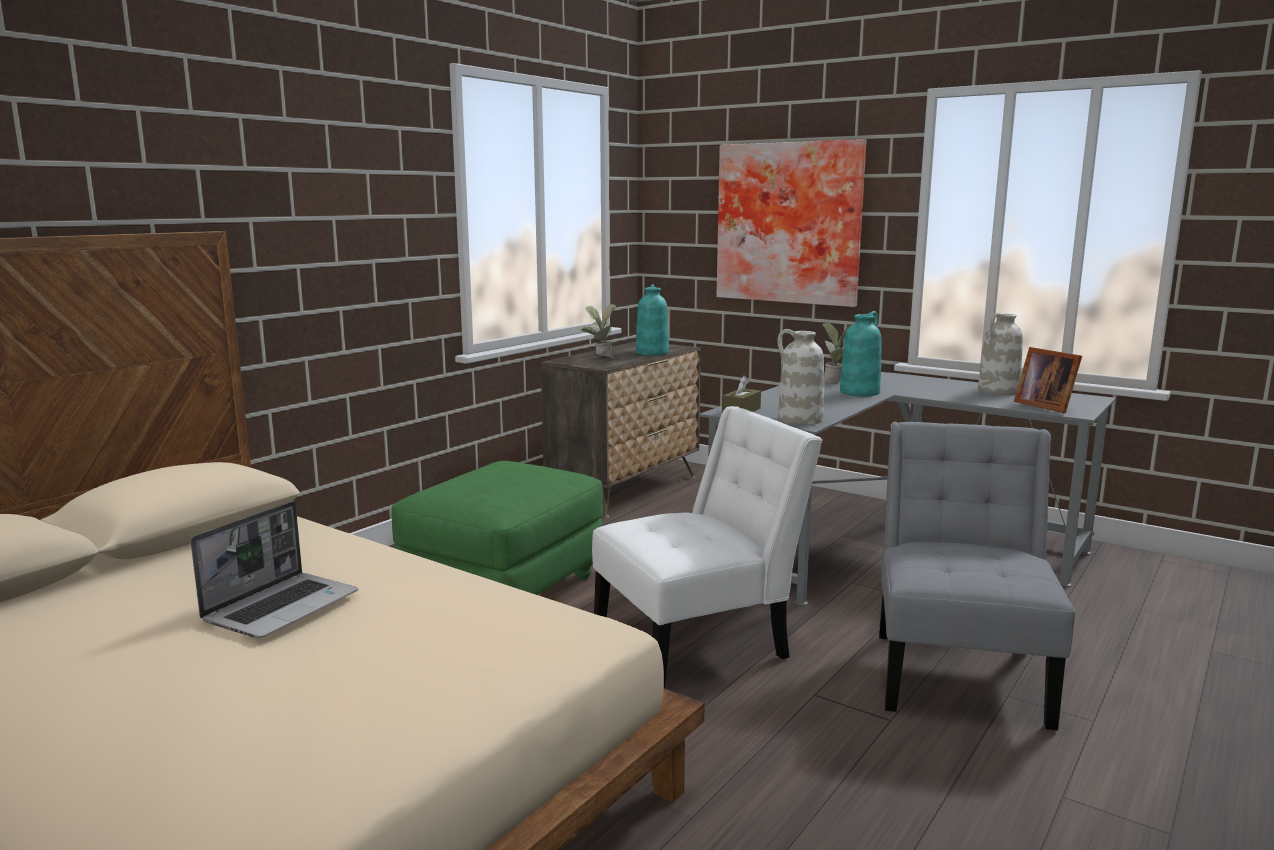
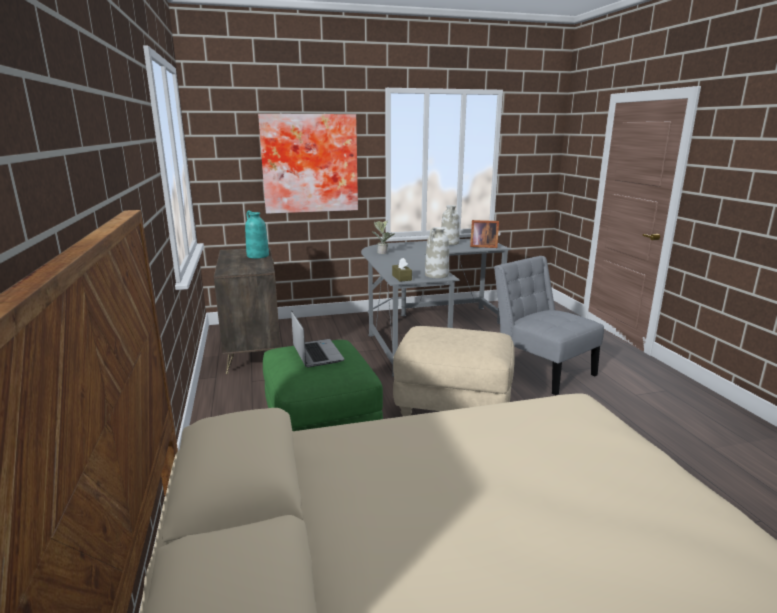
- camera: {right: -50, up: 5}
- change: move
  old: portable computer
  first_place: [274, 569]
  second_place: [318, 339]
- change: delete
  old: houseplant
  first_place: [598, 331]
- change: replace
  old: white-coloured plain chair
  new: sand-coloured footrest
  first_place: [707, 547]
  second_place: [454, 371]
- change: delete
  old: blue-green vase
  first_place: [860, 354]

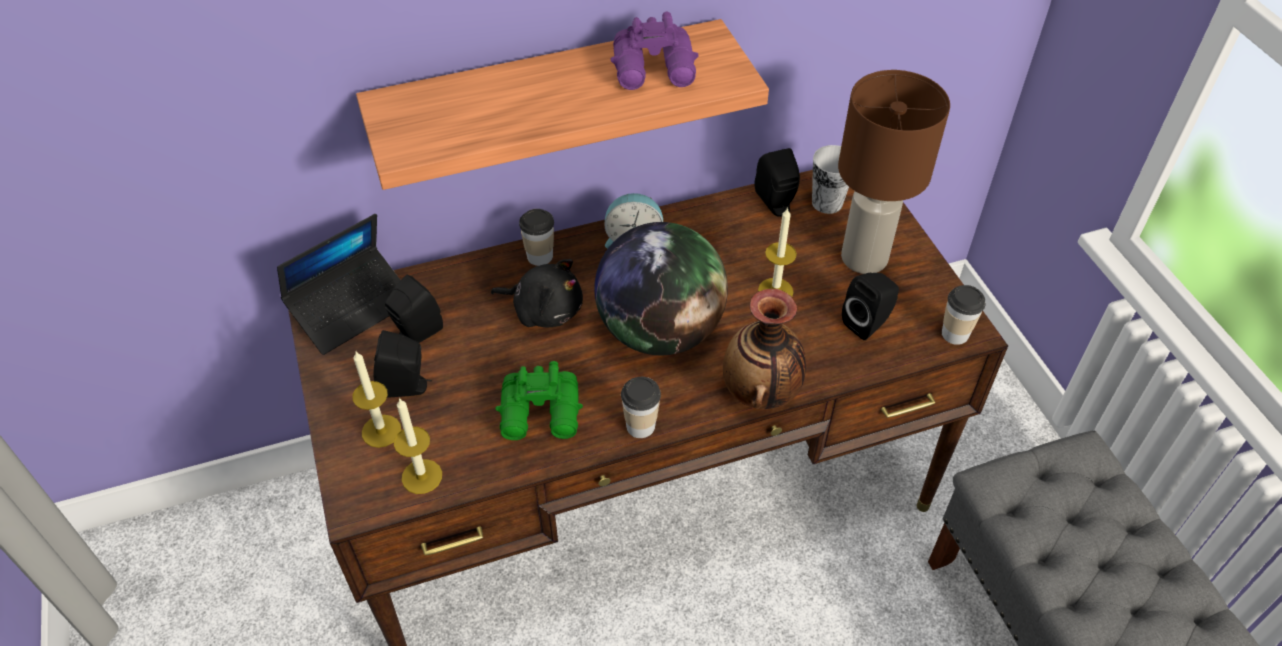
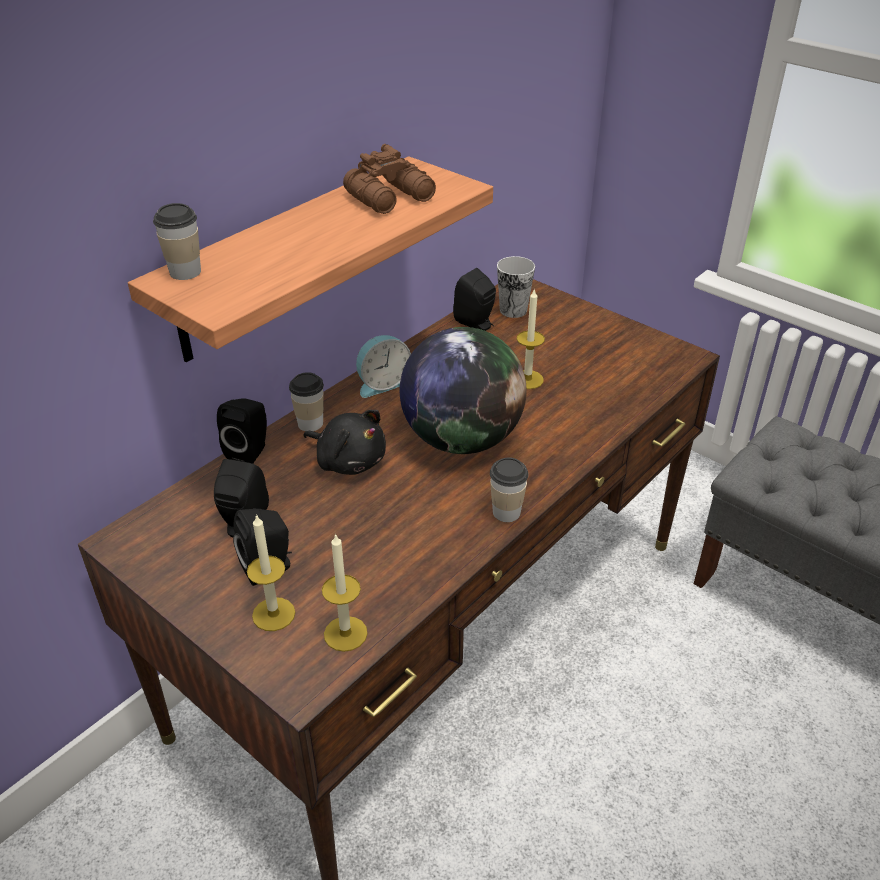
- camera: {right: -30, up: -10}
- change: delete
  old: portable computer
  first_place: [339, 284]
- change: rotate
  old: black-coloured soft toy
  first_place: [537, 293]
  second_place: [345, 442]
  degrees: 45
- change: delete
  old: greenish pair of binoculars
  first_place: [539, 400]
- change: recolor
  old: purple pair of binoculars
  new: brownish pair of binoculars
  first_place: [655, 51]
  second_place: [389, 179]
- change: delete
  old: vase
  first_place: [764, 349]
- change: delete
  old: brownish table lamp
  first_place: [894, 172]
- change: move
  old: black-coloured loudspeaker
  first_place: [870, 306]
  second_place: [242, 431]
- change: move
  old: cup
  first_place: [963, 315]
  second_place: [177, 241]

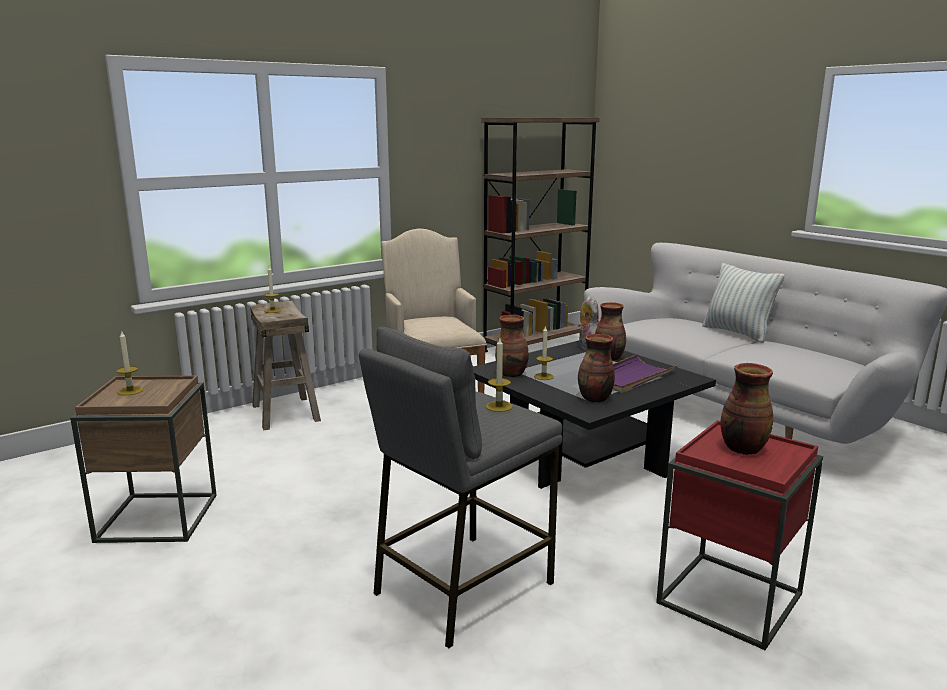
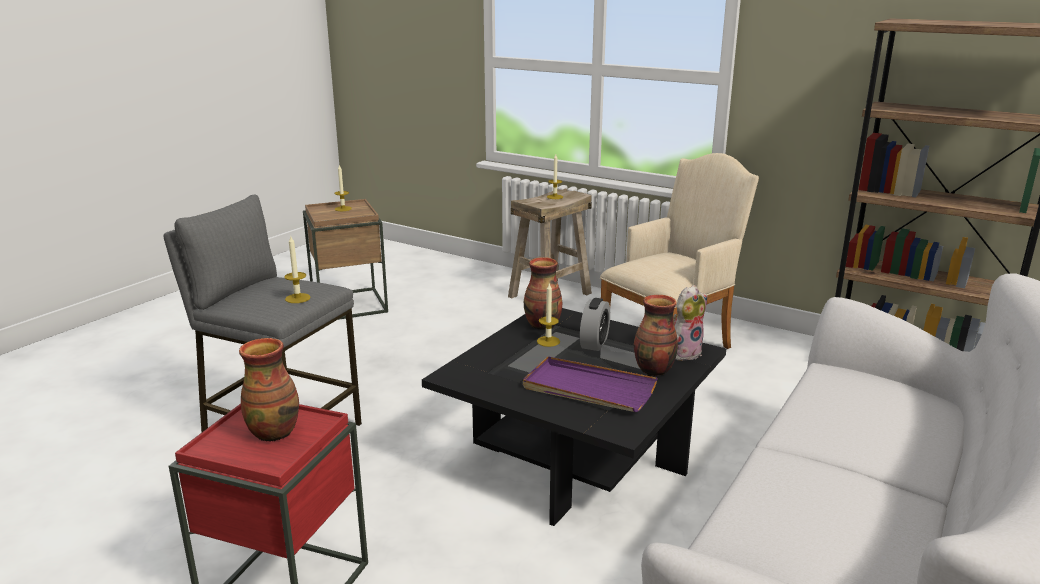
- camera: {right: 70, up: 5}
- change: delete
  old: vase
  first_place: [596, 368]
- change: delete
  old: pillow
  first_place: [743, 303]
- change: insert
  new: alarm clock
  second_place: [595, 324]

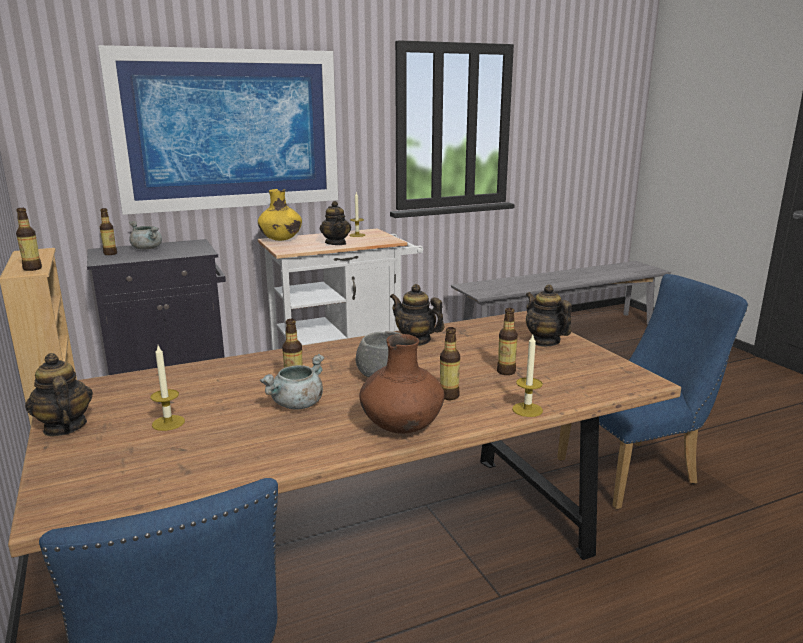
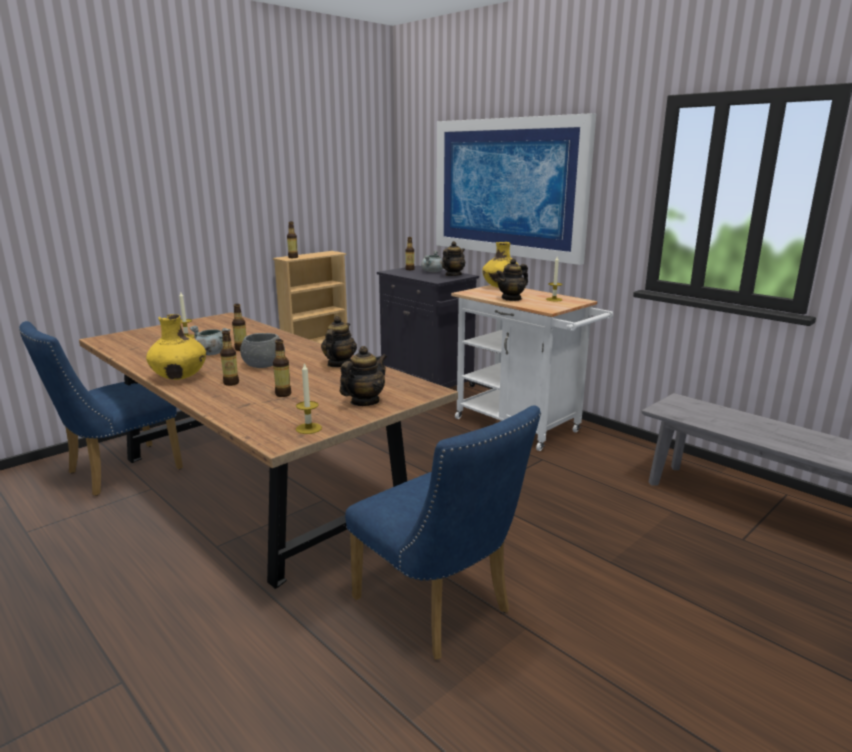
- camera: {right: 70, up: 0}
- change: move
  old: tea pot
  first_place: [59, 394]
  second_place: [453, 258]
- change: recolor
  old: brownish vase
  new: yellowish vase
  first_place: [401, 384]
  second_place: [176, 347]
- change: move
  old: candle
  first_place: [527, 376]
  second_place: [309, 398]

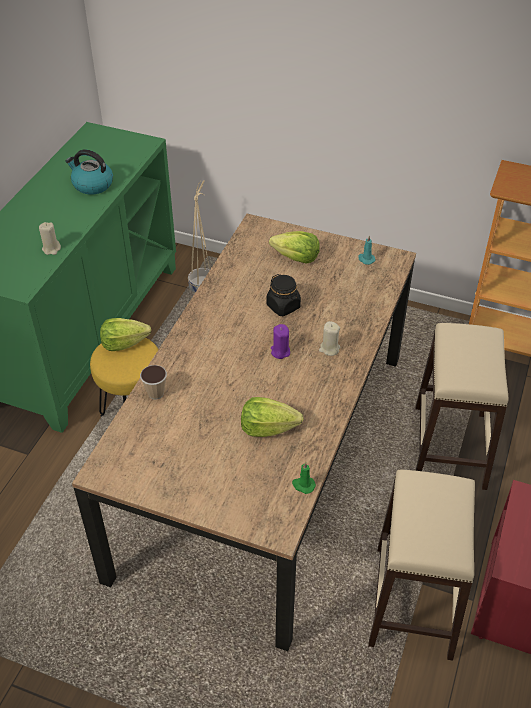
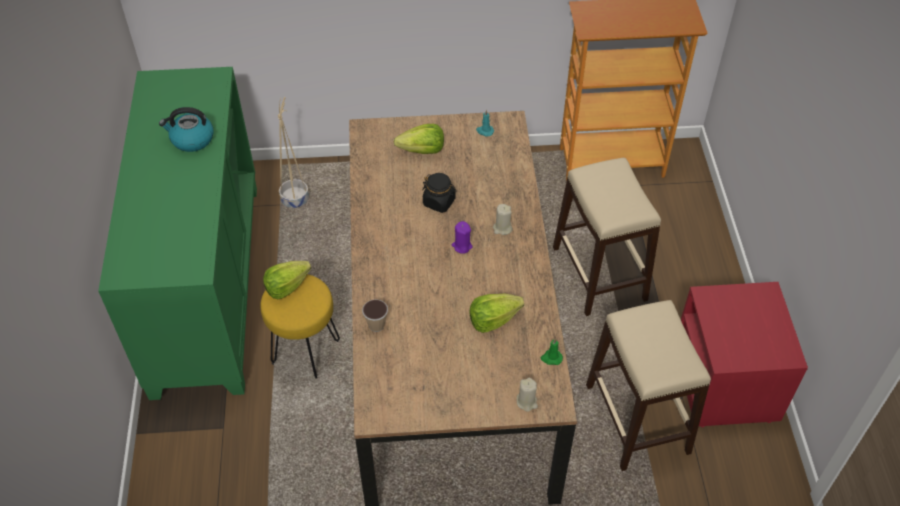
- camera: {right: -25, up: 5}
- change: move
  old: sand-coloured candle
  first_place: [50, 238]
  second_place: [527, 395]

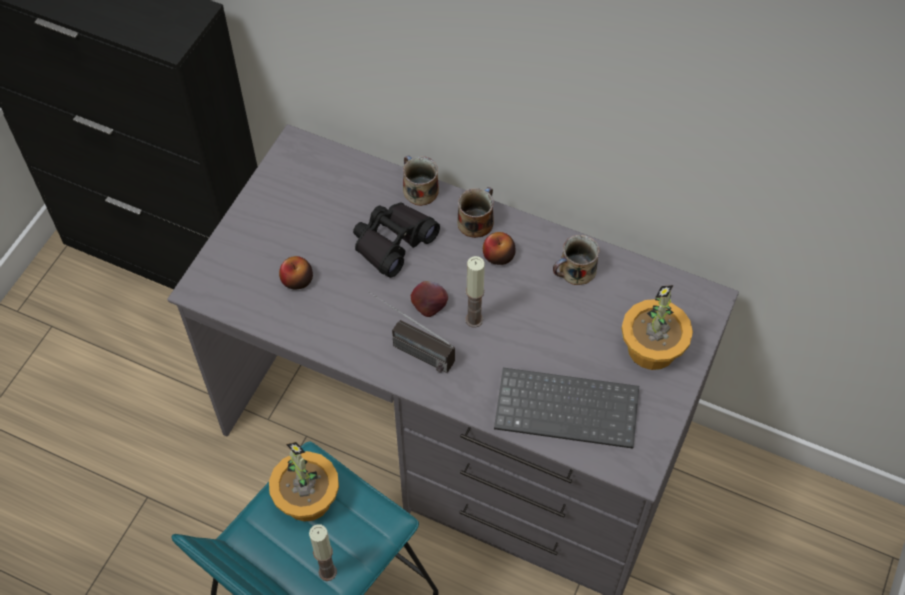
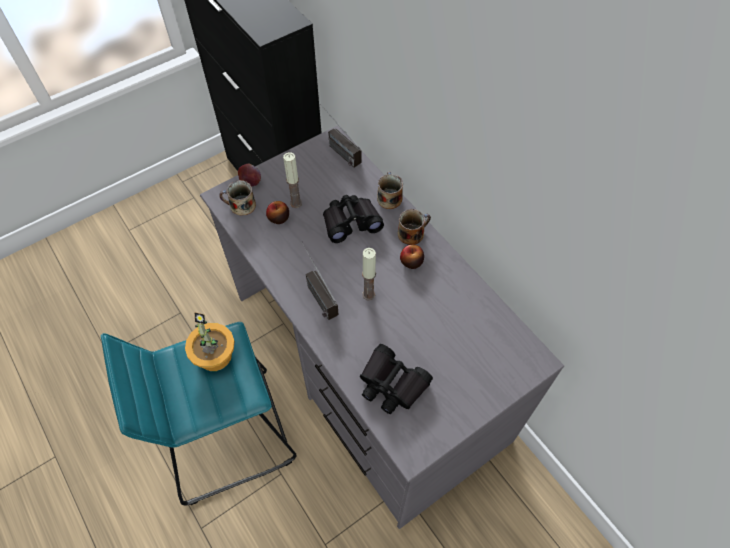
- camera: {right: 30, up: 0}
- change: move
  old: candle
  first_place: [323, 552]
  second_place: [292, 180]
- change: move
  old: whole apple
  first_place: [429, 299]
  second_place: [249, 175]
- change: replace
  old: computer keyboard
  new: black-coloured pair of binoculars
  first_place: [566, 408]
  second_place: [396, 379]
- change: move
  old: tea mug
  first_place: [576, 260]
  second_place: [238, 198]
- change: delete
  old: houseplant
  first_place: [657, 327]
- change: insert
  new: radio receiver
  second_place: [341, 135]

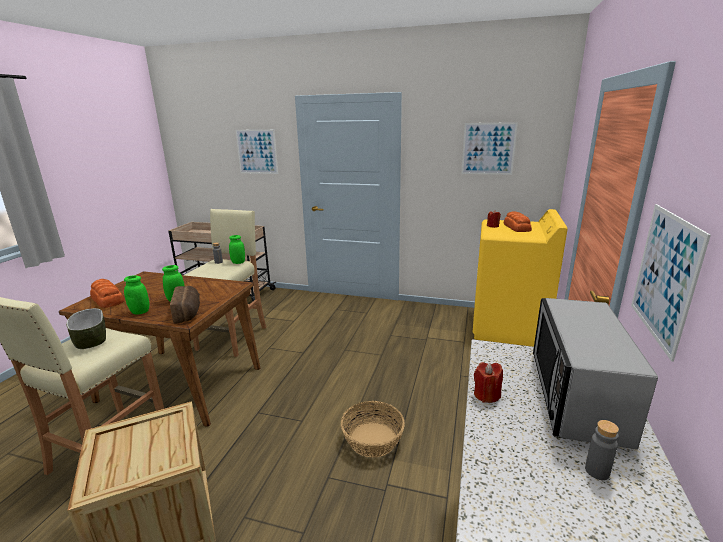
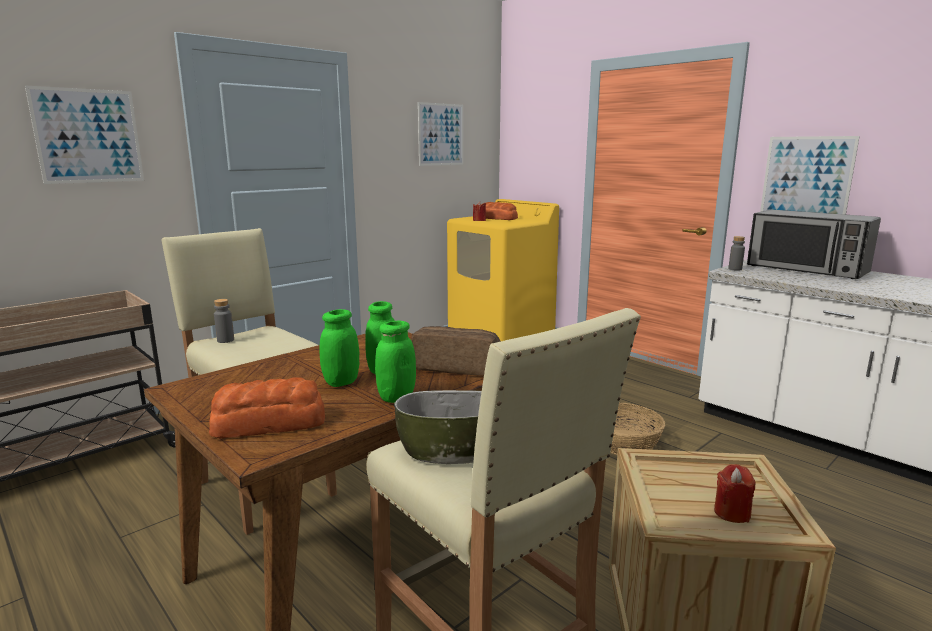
- camera: {right: -60, up: -5}
- change: move
  old: greenish jar
  first_place: [237, 249]
  second_place: [339, 348]
- change: move
  old: red candle
  first_place: [488, 382]
  second_place: [734, 493]
- change: move
  old: gray bottle
  first_place: [602, 450]
  second_place: [736, 253]

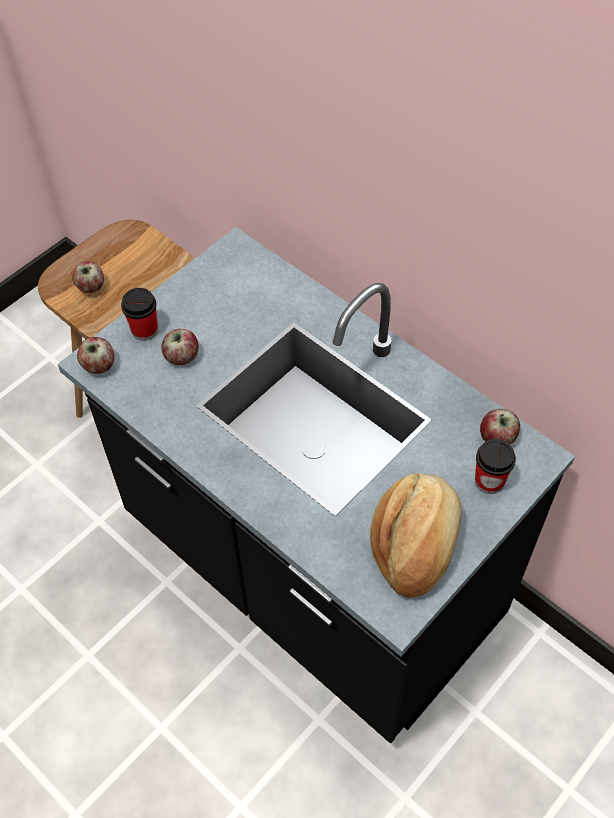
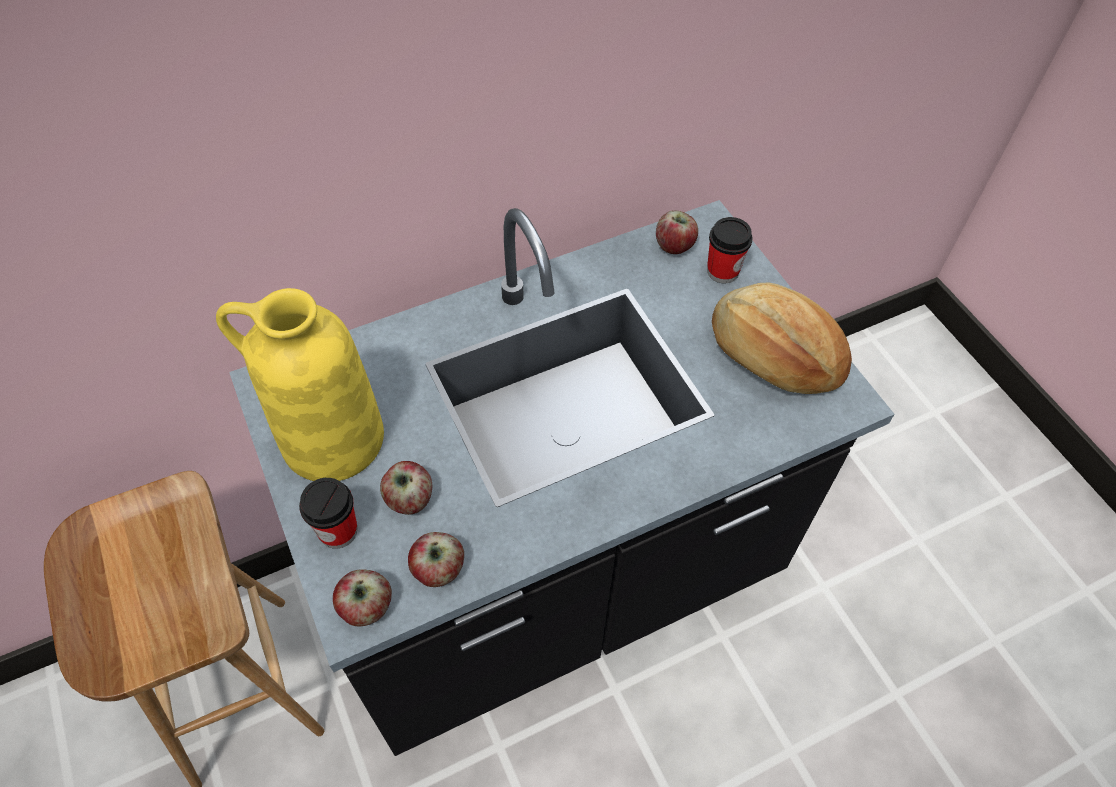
- camera: {right: -70, up: 0}
- change: move
  old: whole apple
  first_place: [88, 277]
  second_place: [436, 559]
- change: insert
  new: yellowish vase
  second_place: [300, 384]

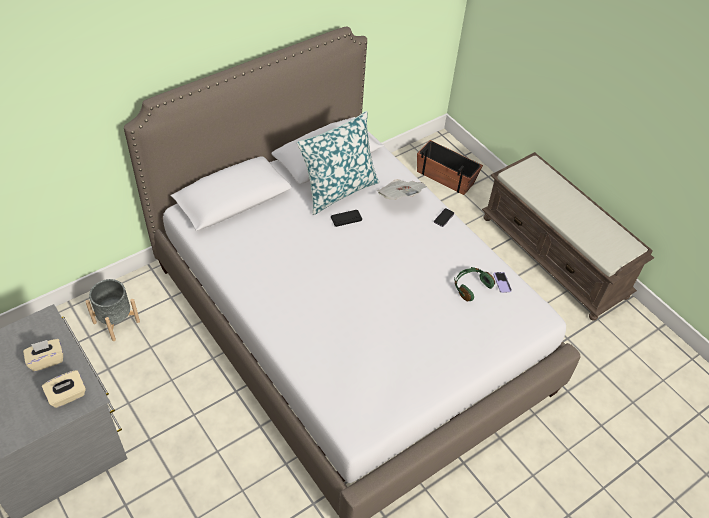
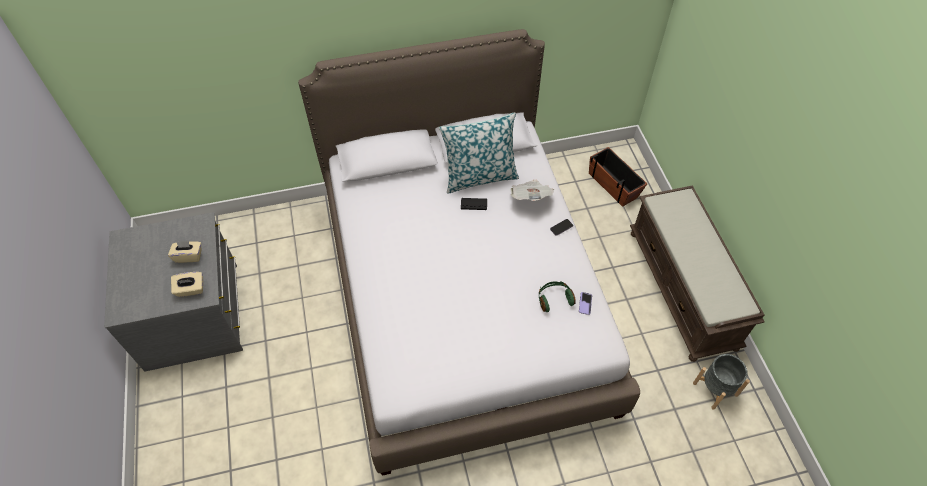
- camera: {right: 25, up: 5}
- change: move
  old: gray flower pot
  first_place: [112, 310]
  second_place: [721, 382]

